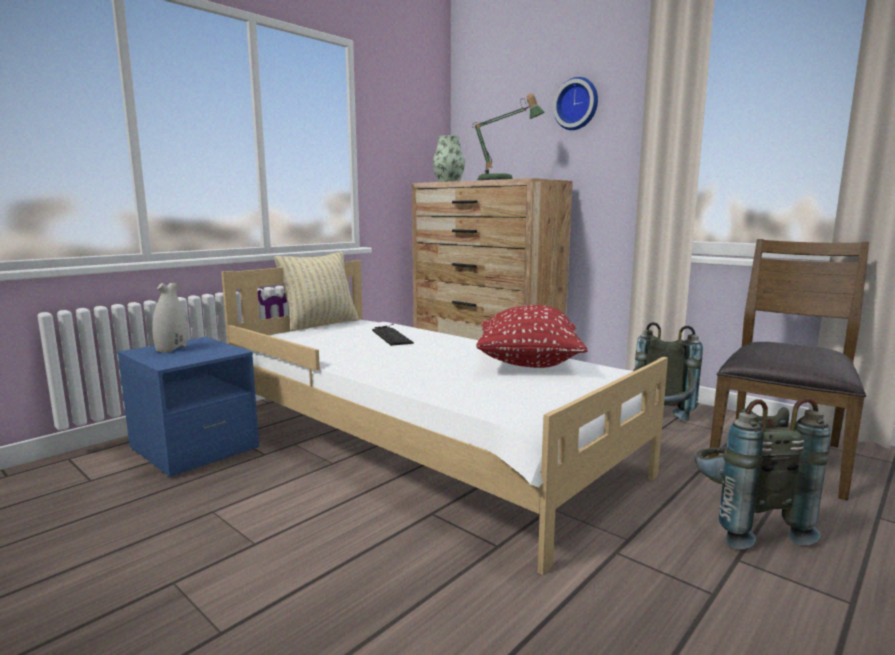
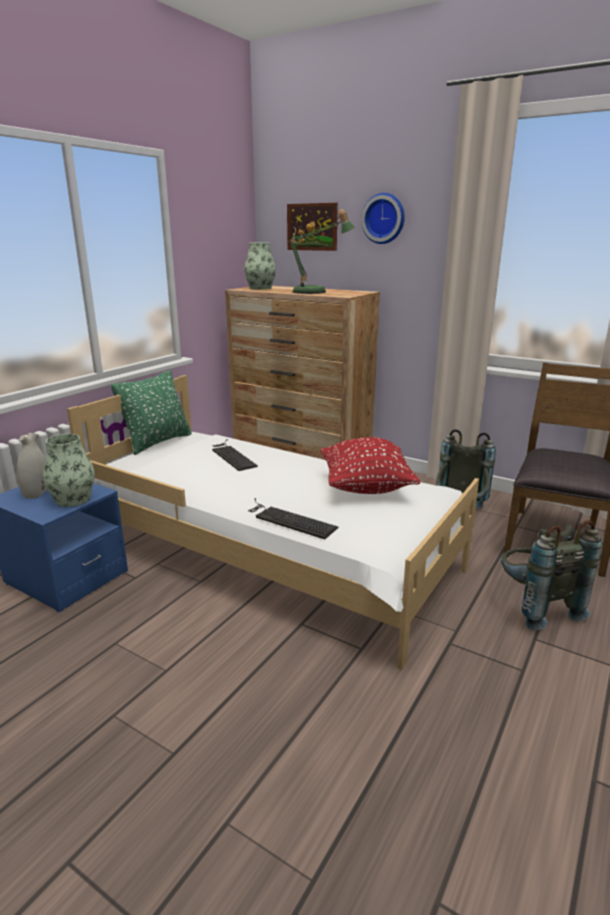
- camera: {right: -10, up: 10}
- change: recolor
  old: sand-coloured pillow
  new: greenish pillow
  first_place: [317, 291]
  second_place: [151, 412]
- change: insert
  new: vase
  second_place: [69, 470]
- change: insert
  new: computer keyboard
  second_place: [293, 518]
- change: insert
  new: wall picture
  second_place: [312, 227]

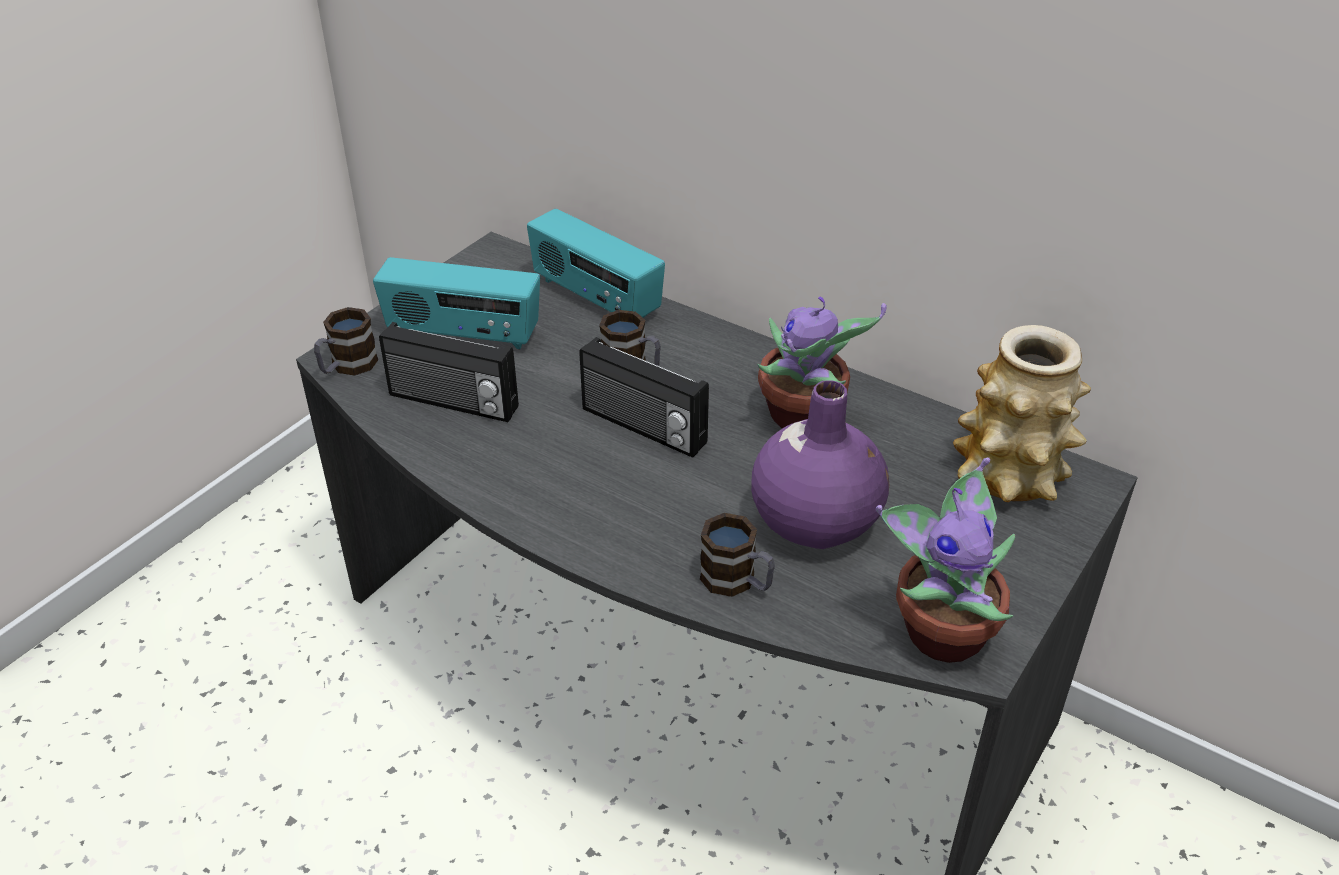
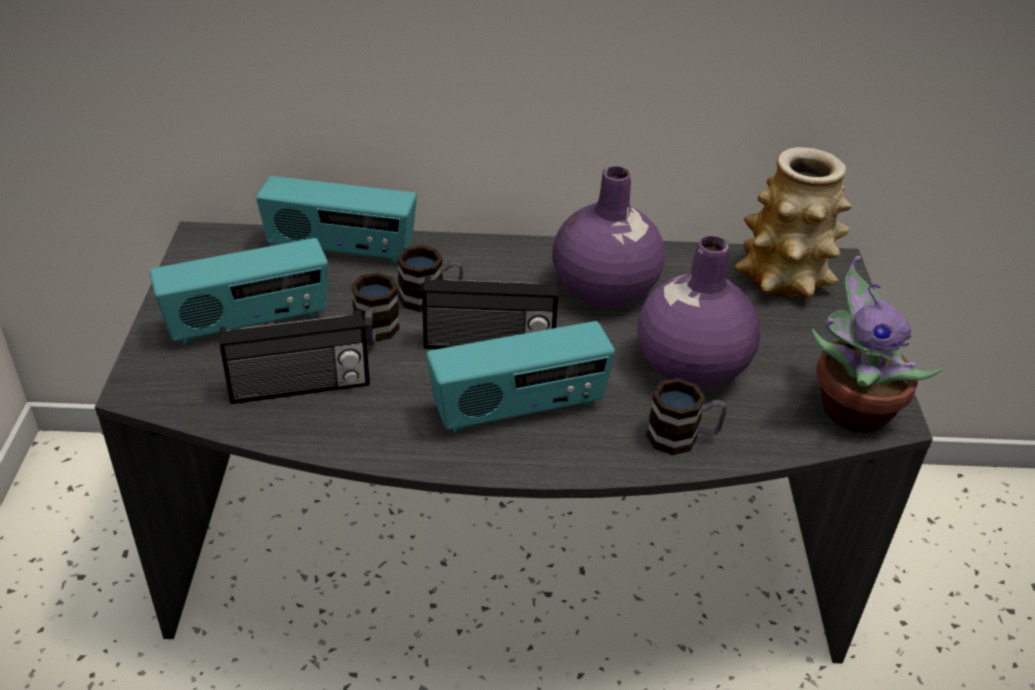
- camera: {right: -35, up: 0}
- change: move
  old: tea mug
  first_place: [346, 341]
  second_place: [375, 309]
- change: replace
  old: houseplant
  new: purple vase
  first_place: [822, 362]
  second_place: [608, 237]
- change: insert
  new: radio receiver
  second_place: [520, 377]

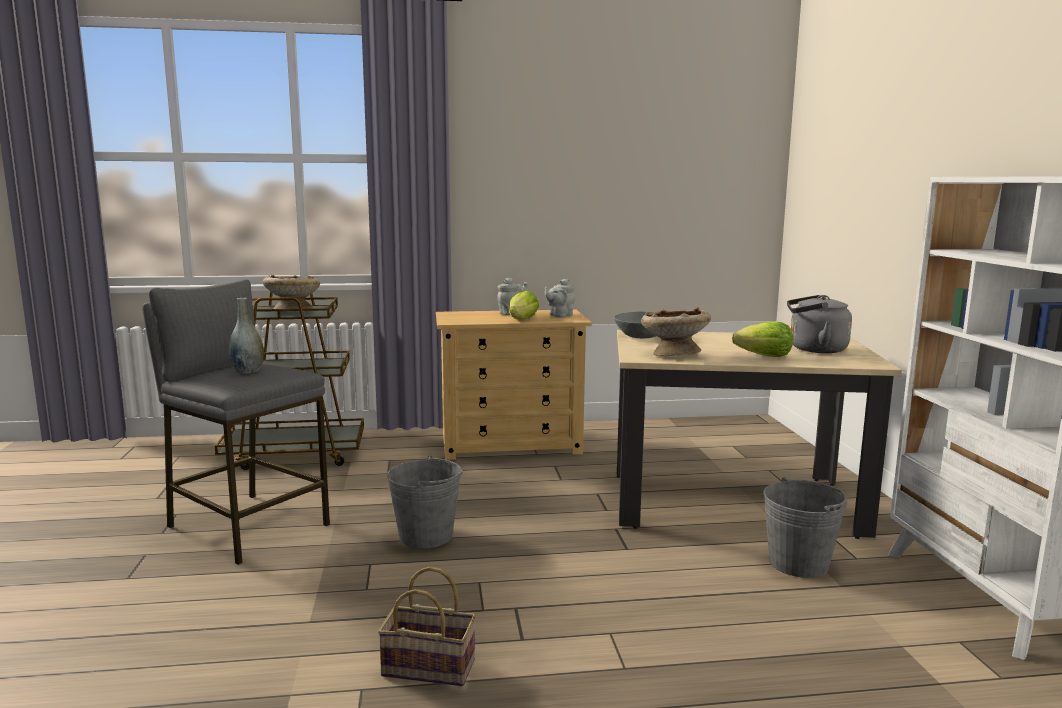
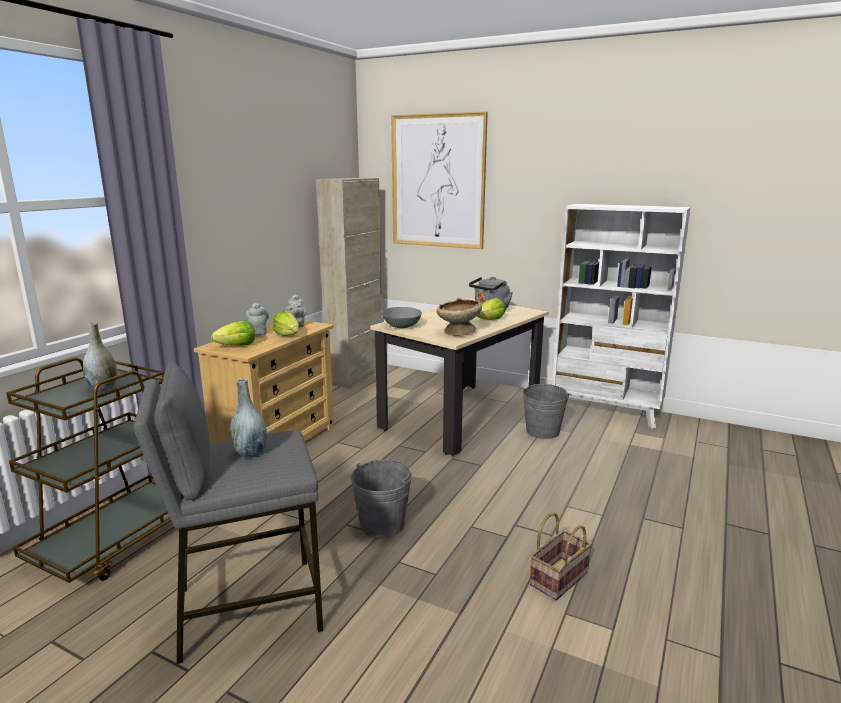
- camera: {right: -55, up: 5}
- change: replace
  old: sand-coloured bowl
  new: gray vase
  first_place: [291, 292]
  second_place: [100, 357]
- change: insert
  new: lettuce
  second_place: [233, 333]
- change: insert
  new: sand-coloured storage cabinet
  second_place: [349, 283]
- change: insert
  new: wall picture
  second_place: [439, 180]

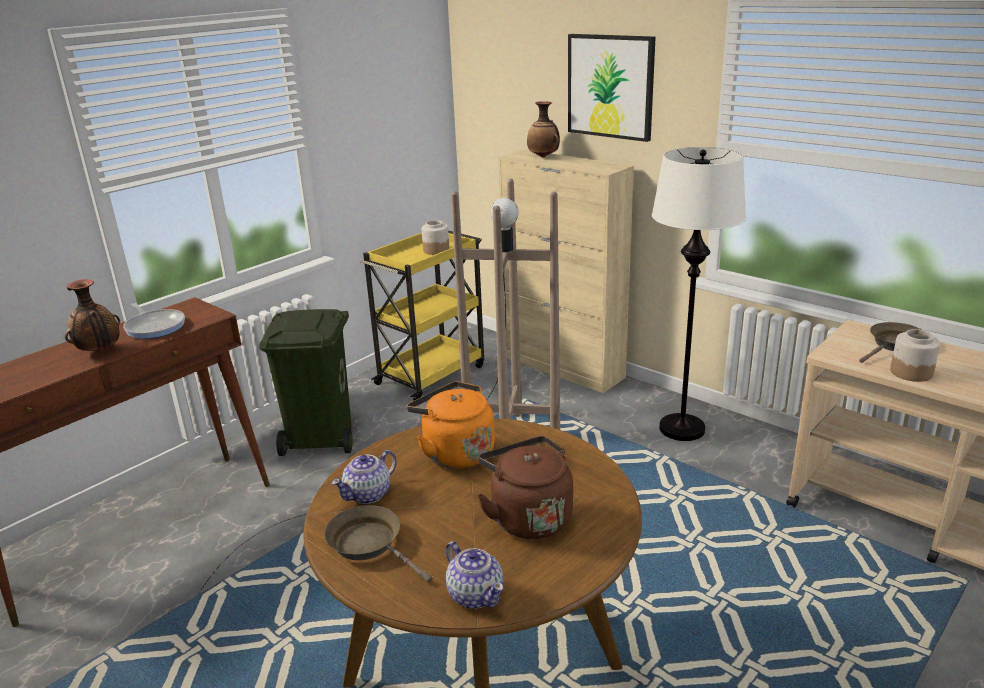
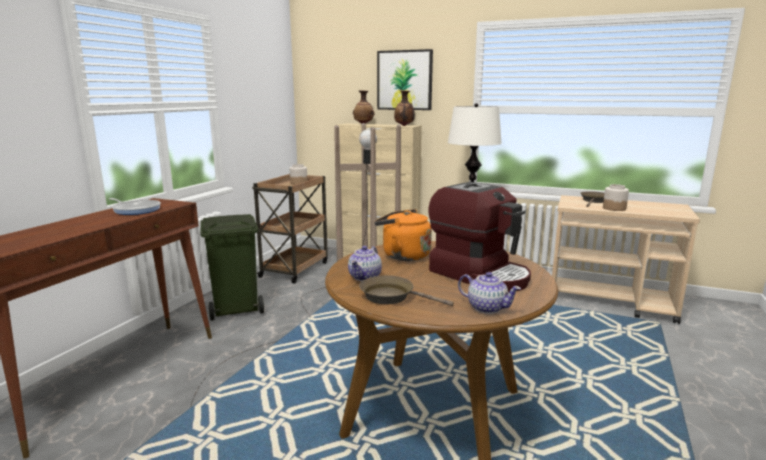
- camera: {right: -20, up: -10}
- change: move
  old: vase
  first_place: [92, 315]
  second_place: [404, 108]
- change: recolor
  old: yellowish cart
  new: brownish cart
  first_place: [421, 315]
  second_place: [290, 229]
- change: replace
  old: brownish tea kettle
  new: coffee maker
  first_place: [525, 487]
  second_place: [479, 237]

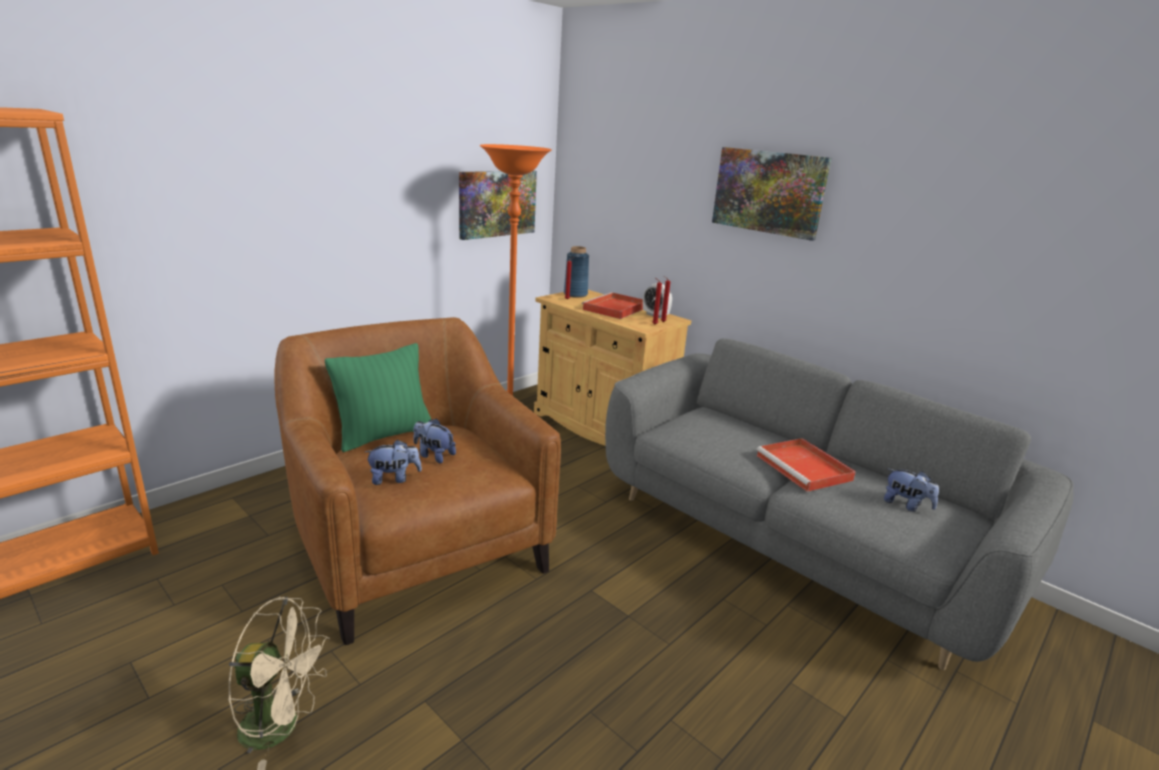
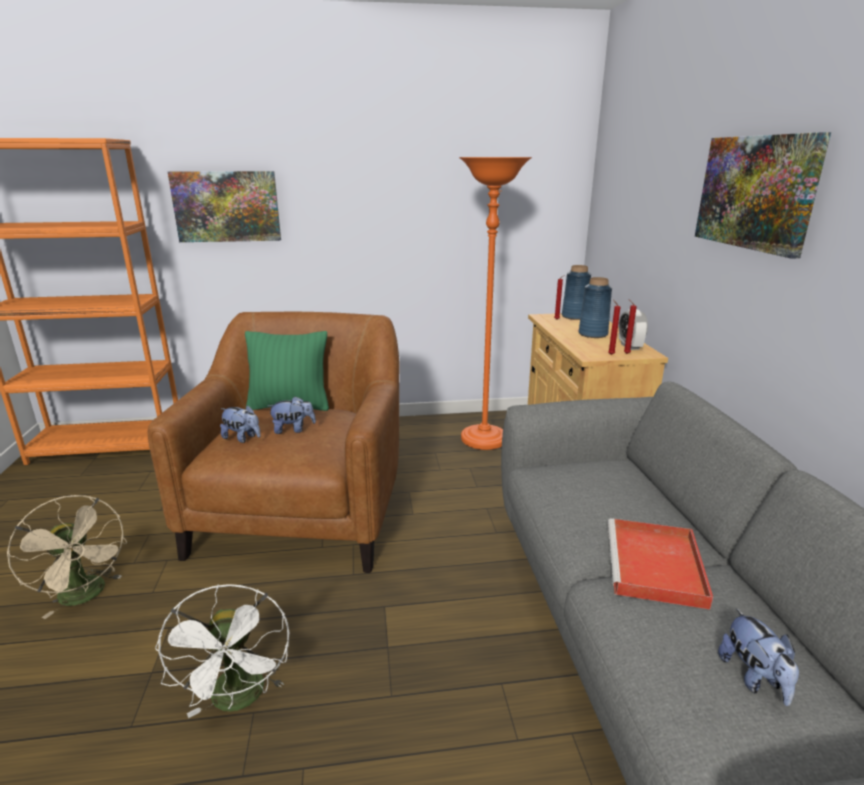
- camera: {right: 40, up: 0}
- change: rotate
  old: soft toy
  first_place: [434, 440]
  second_place: [292, 415]
  degrees: 105
- change: move
  old: wall picture
  first_place: [498, 205]
  second_place: [224, 206]
- change: replace
  old: red serving tray
  new: blue vase
  first_place: [612, 305]
  second_place: [595, 307]
- change: insert
  new: white-coloured electric fan
  second_place: [222, 651]

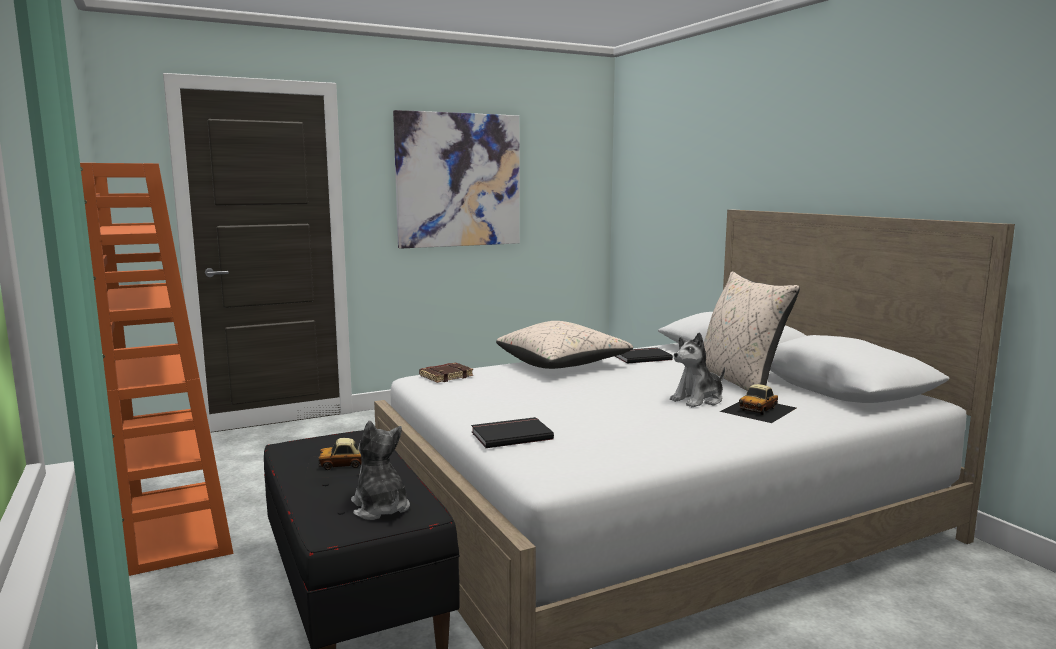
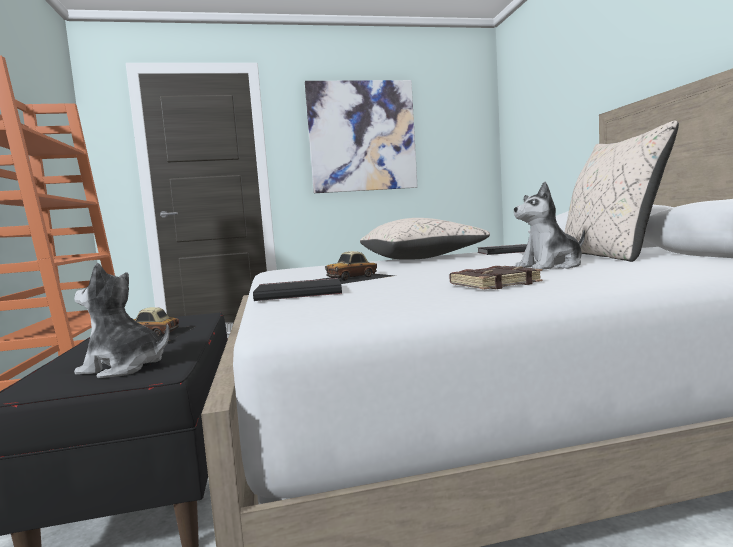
- camera: {right: 15, up: -5}
- change: rotate
  old: soft toy
  first_place: [380, 470]
  second_place: [121, 320]
  degrees: -60
- change: move
  old: brownish volume
  first_place: [446, 373]
  second_place: [496, 278]
- change: move
  old: miniature car
  first_place: [758, 403]
  second_place: [355, 267]

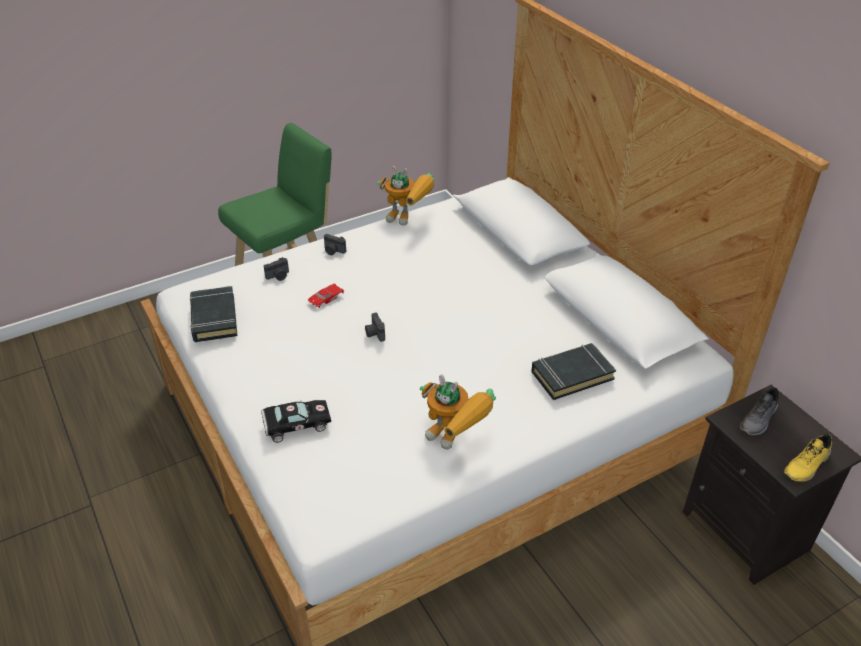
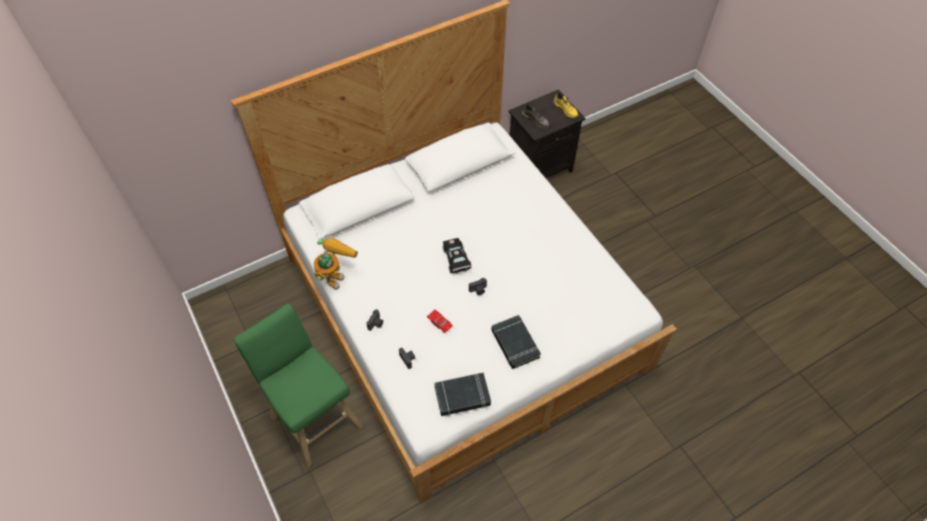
- camera: {right: -90, up: 15}
- change: move
  old: black-coloured miniature car
  first_place: [296, 421]
  second_place: [457, 256]
- change: delete
  old: model robot
  first_place: [458, 412]
- change: move
  old: black-coloured volume
  first_place: [573, 371]
  second_place: [516, 342]

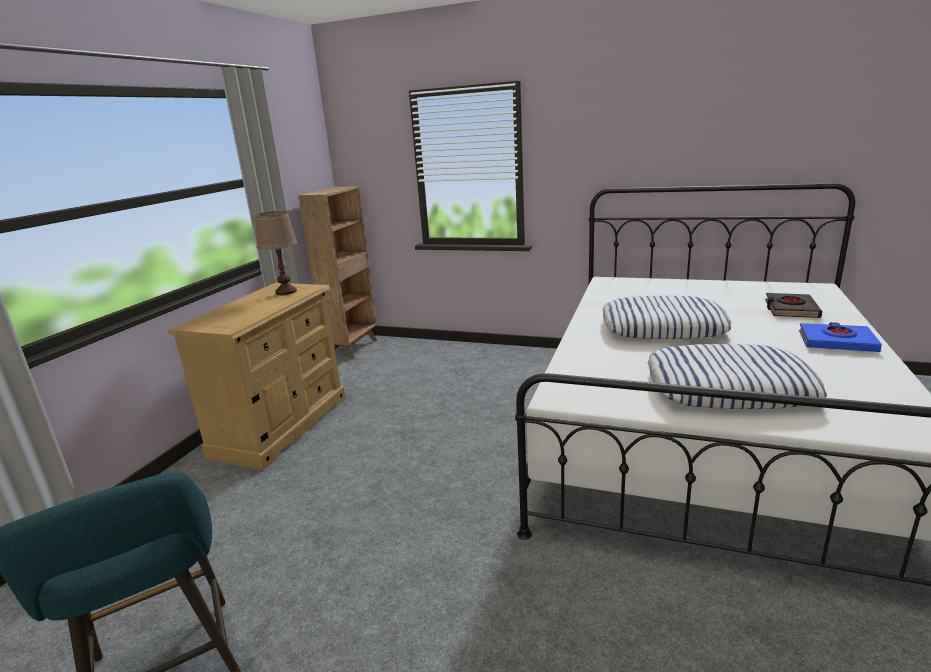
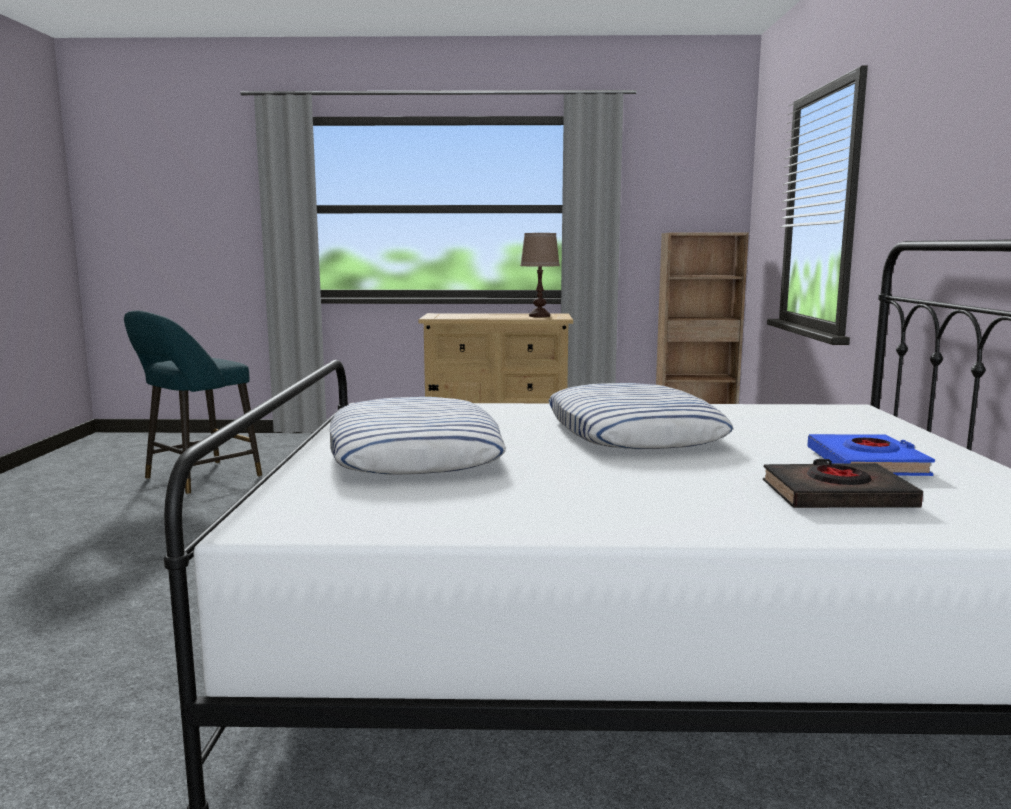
- camera: {right: 70, up: -10}
- change: move
  old: blue volume
  first_place: [840, 337]
  second_place: [871, 455]

